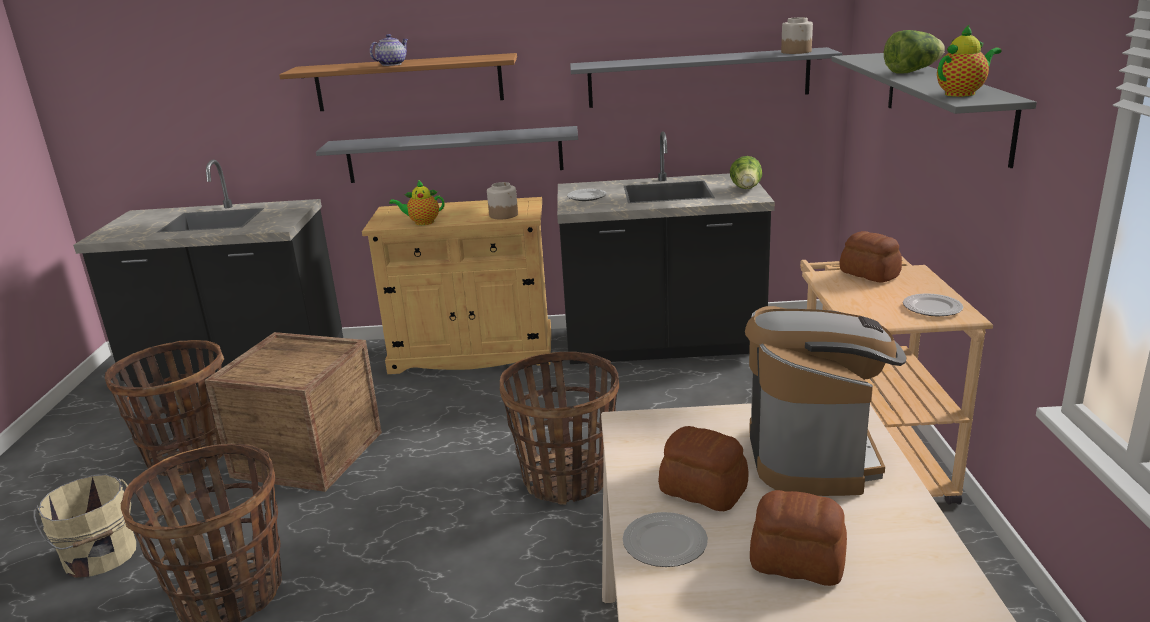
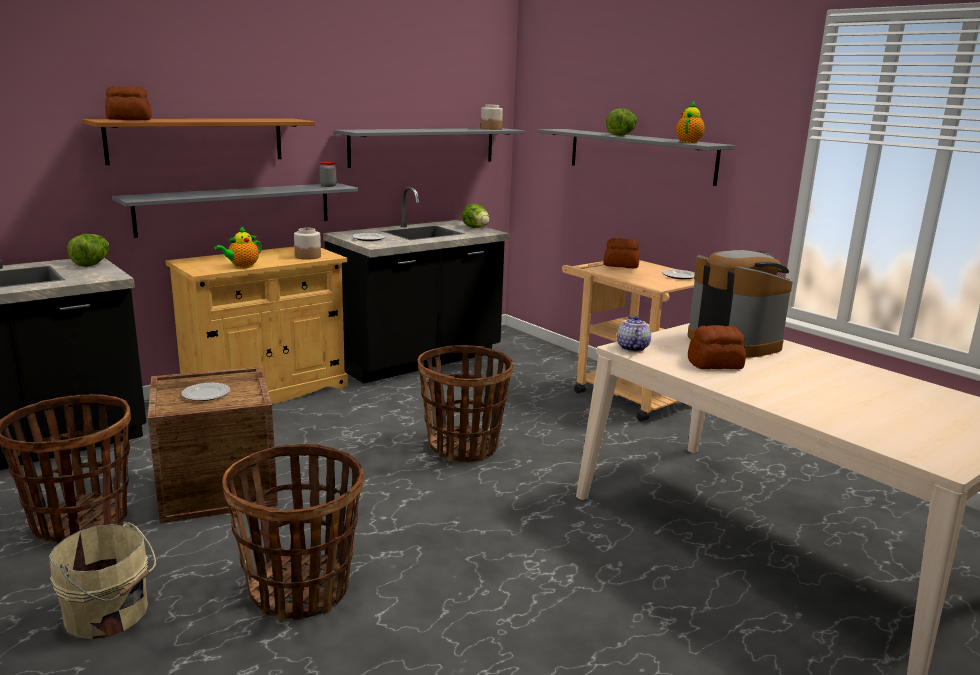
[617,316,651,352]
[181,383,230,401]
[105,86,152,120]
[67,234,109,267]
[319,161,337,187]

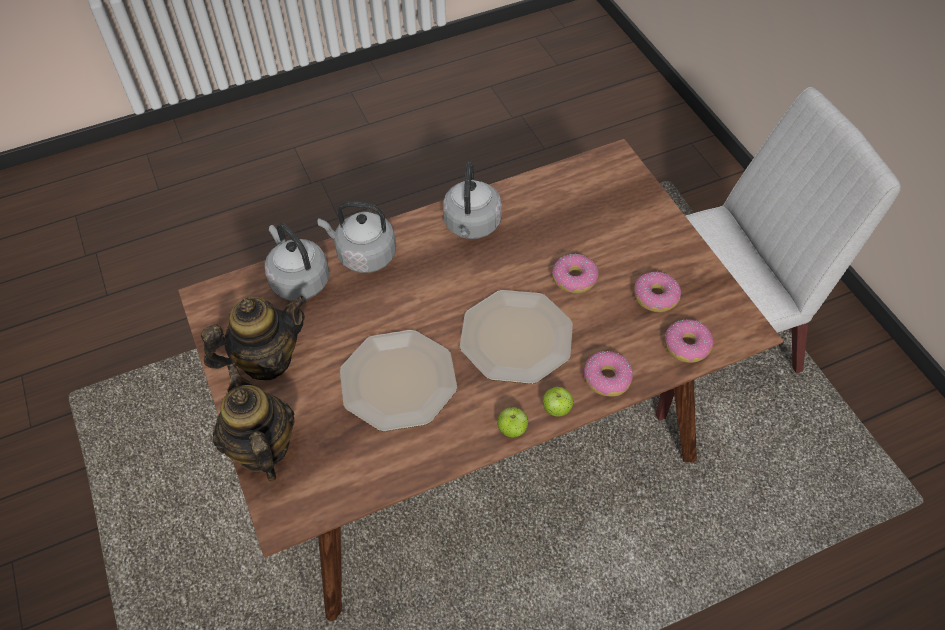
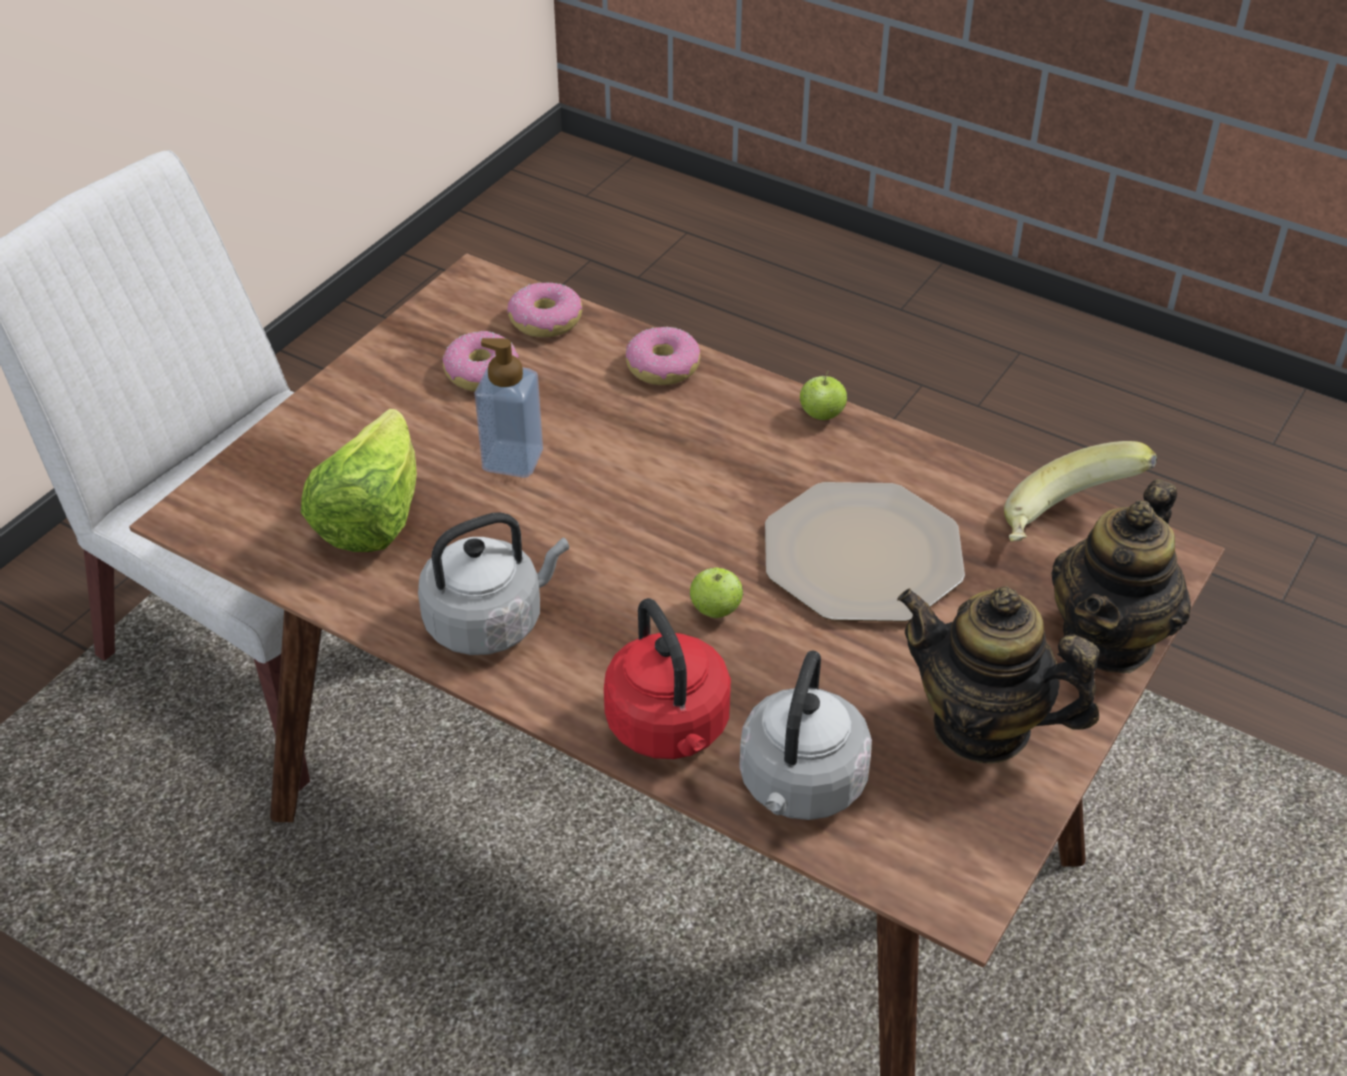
[604,598,731,759]
[460,290,573,384] (first image)
[689,567,743,618]
[475,338,543,478]
[301,409,417,552]
[1004,441,1157,542]

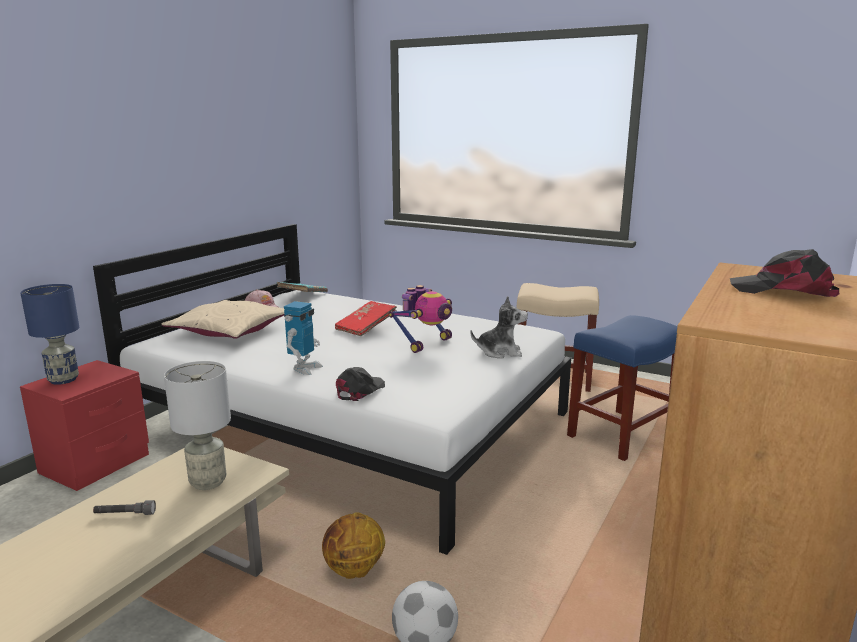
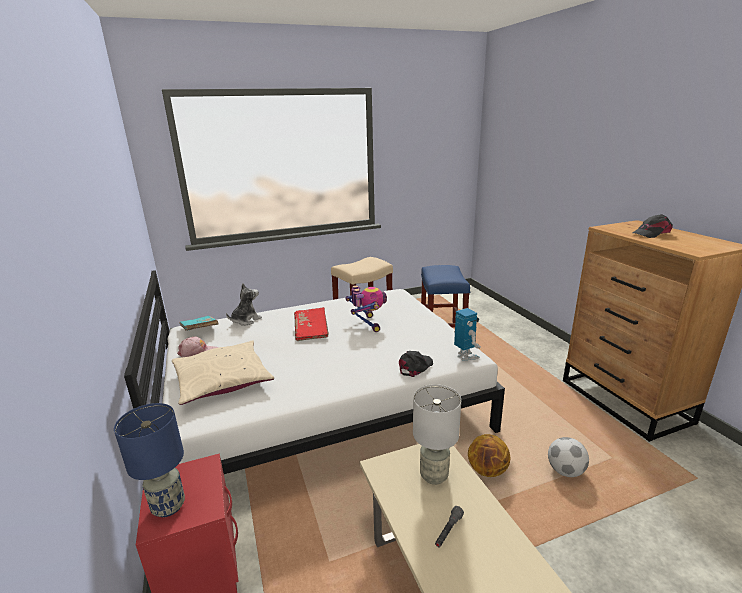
[454,308,481,360]
[399,351,433,377]
[226,283,262,326]

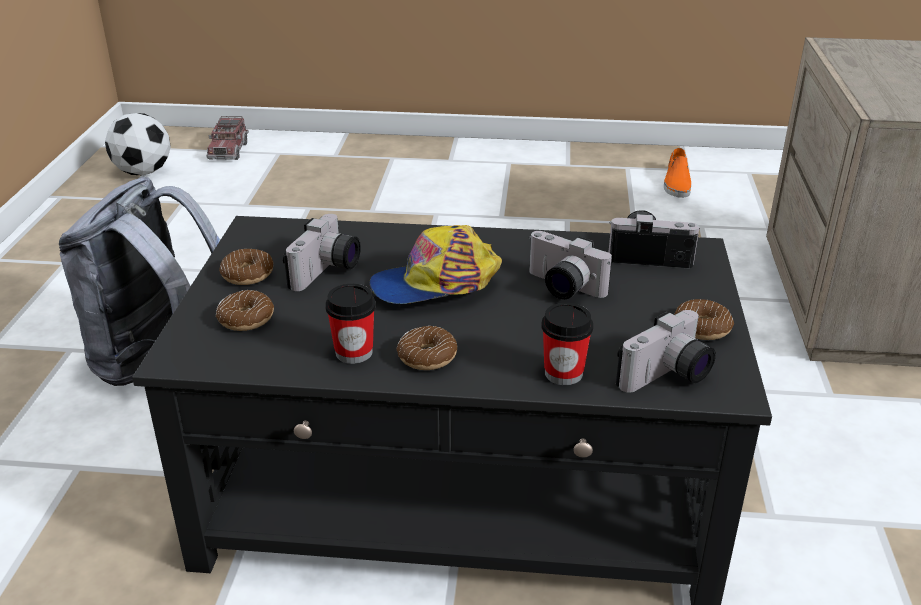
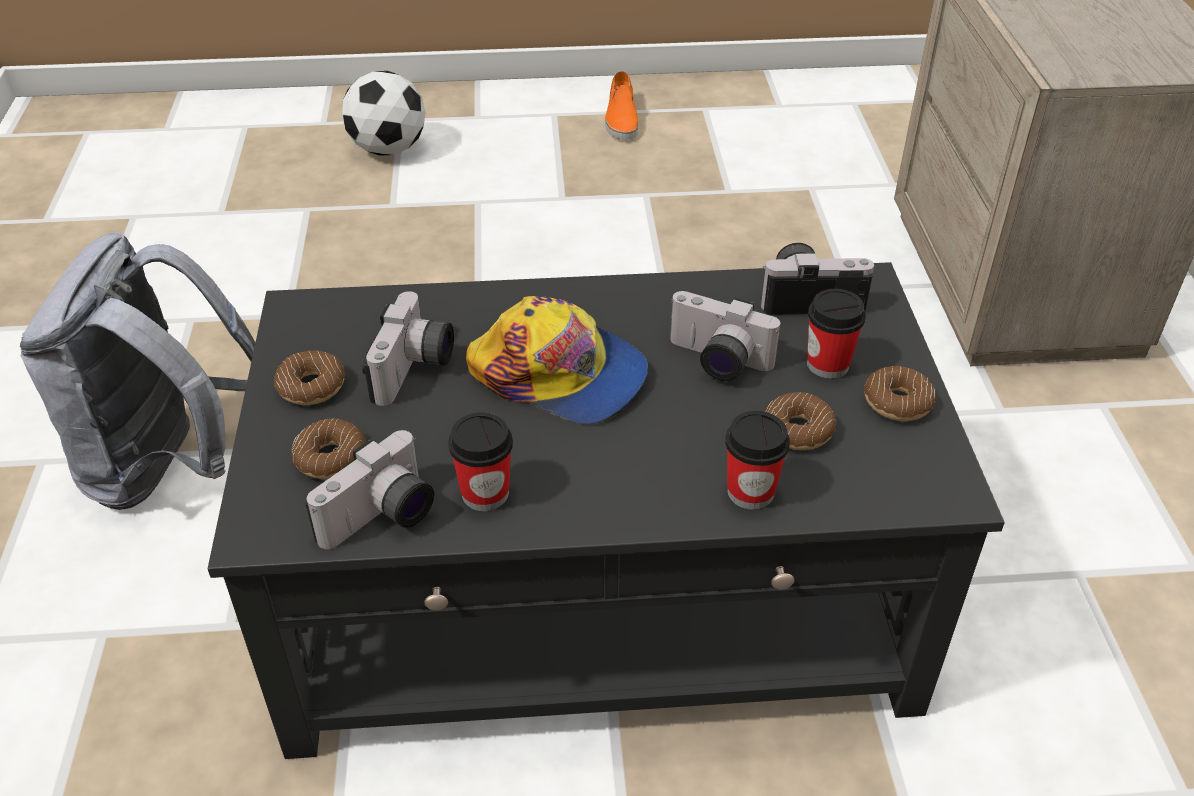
[342,71,426,156]
[206,116,249,160] (first image)
[466,296,648,425]
[764,392,836,450]
[305,430,434,549]
[605,71,638,140]
[807,289,866,379]

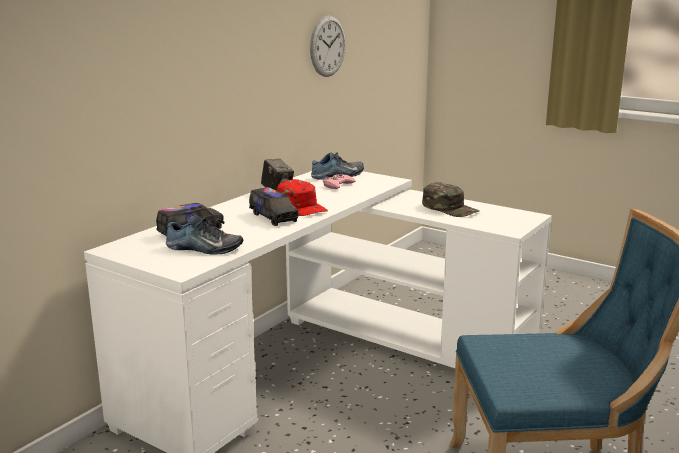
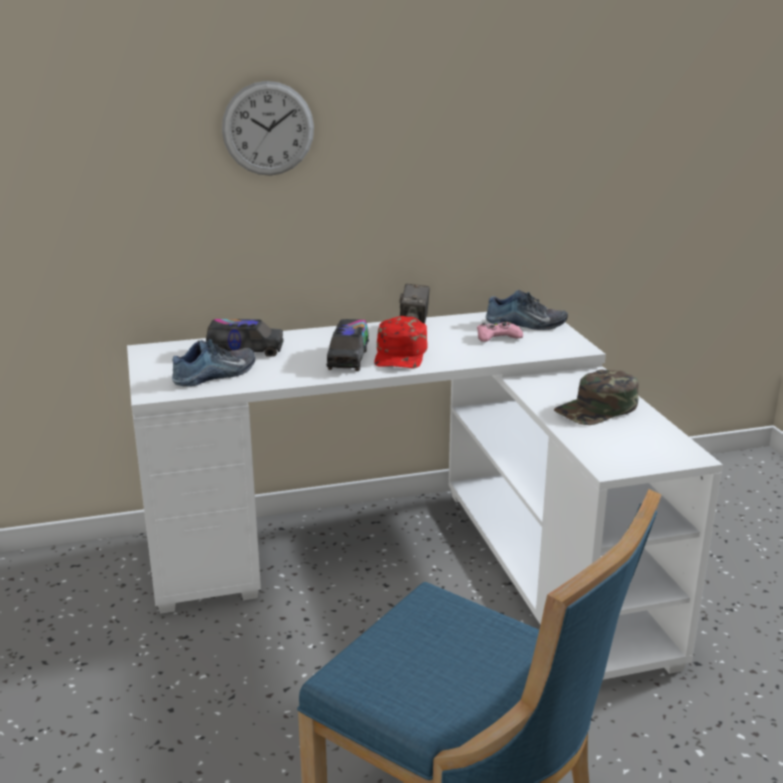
[172,339,255,387]
[222,81,314,176]
[554,370,639,425]

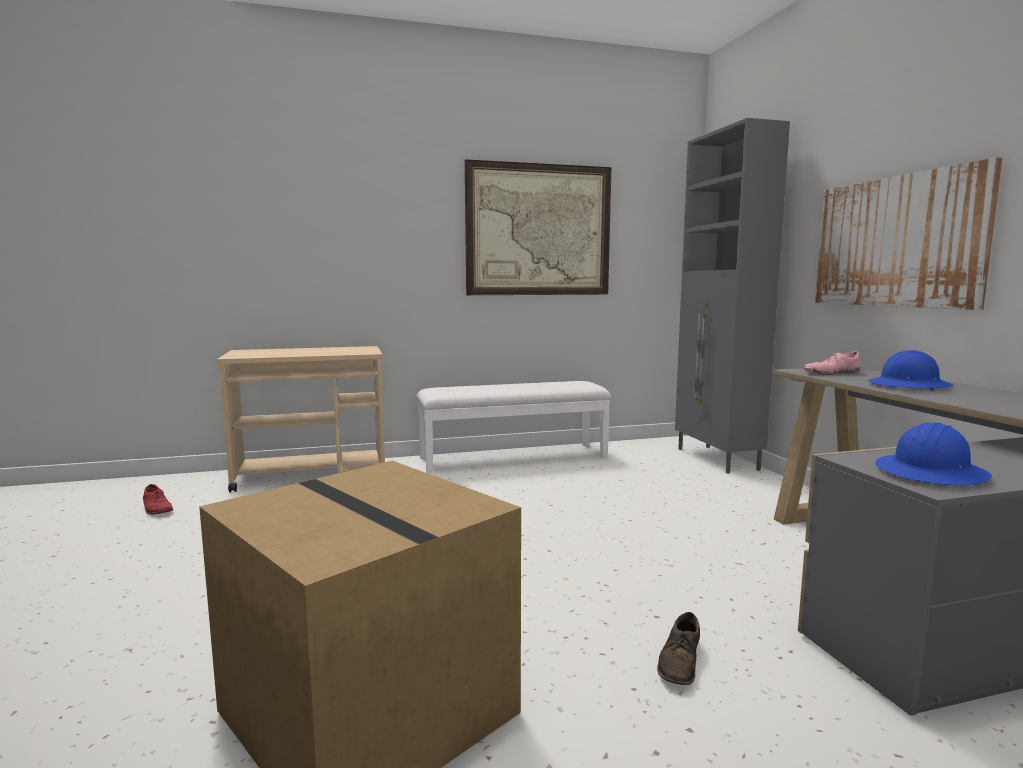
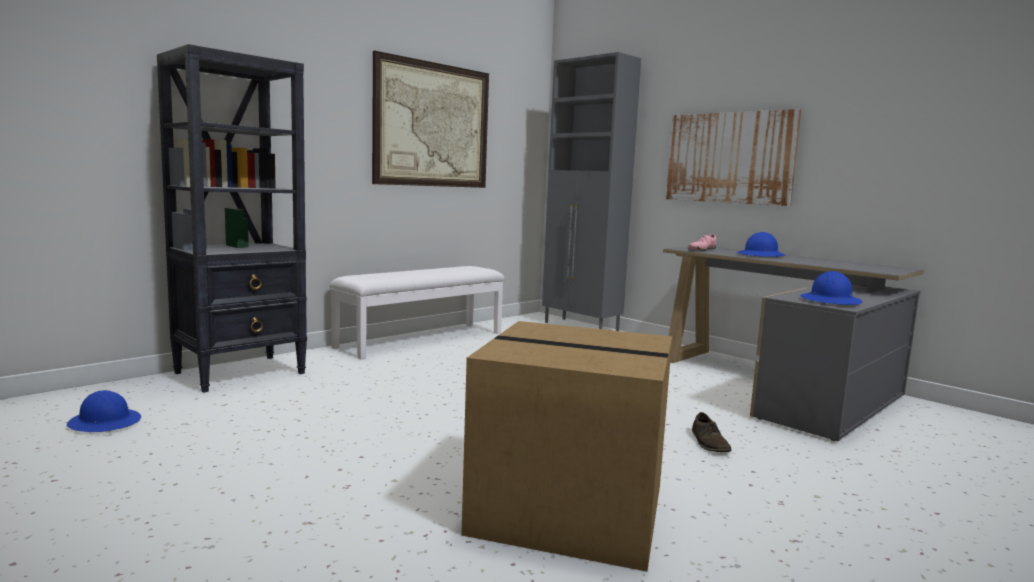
[67,390,141,432]
[157,44,307,393]

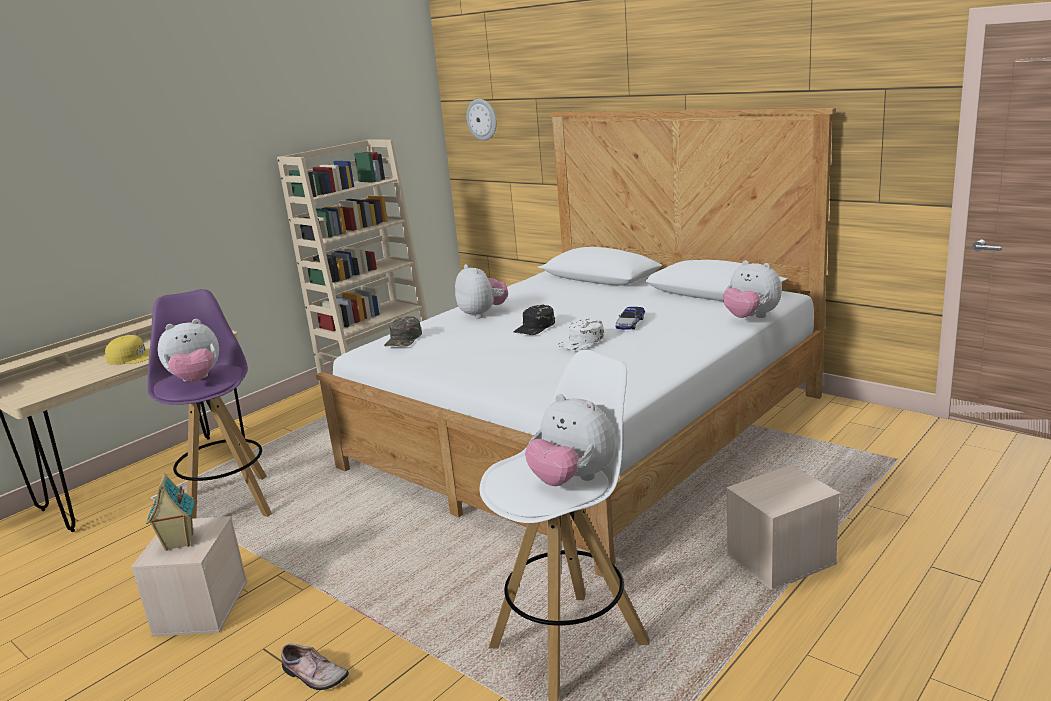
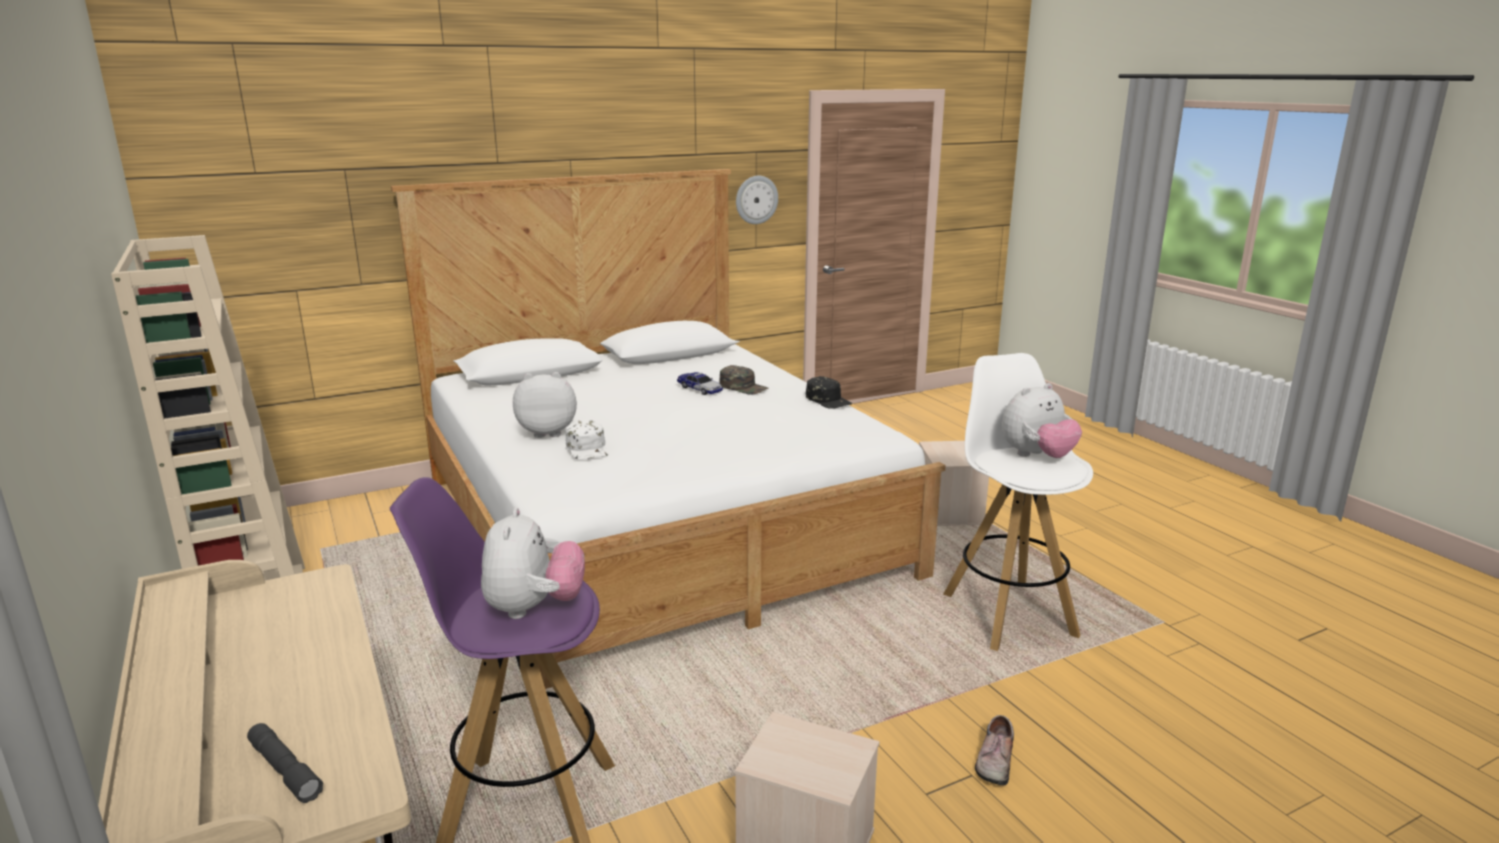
[105,335,150,365] (first image)
[146,473,195,551] (first image)
[975,715,1014,785]
[719,365,769,395]
[736,176,778,224]
[806,376,852,409]
[566,419,609,460]
[723,260,782,318] (first image)
[247,723,323,803]

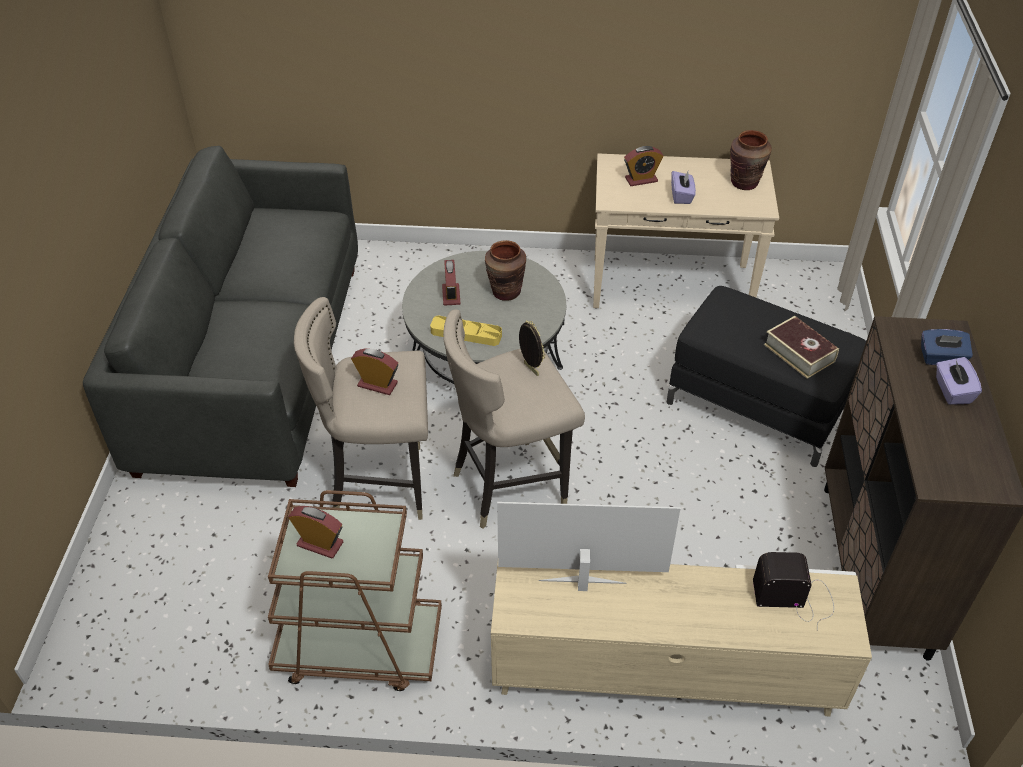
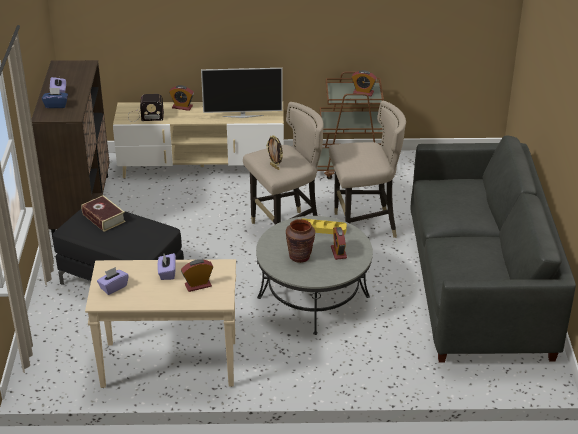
[169,85,194,111]
[97,267,129,295]

